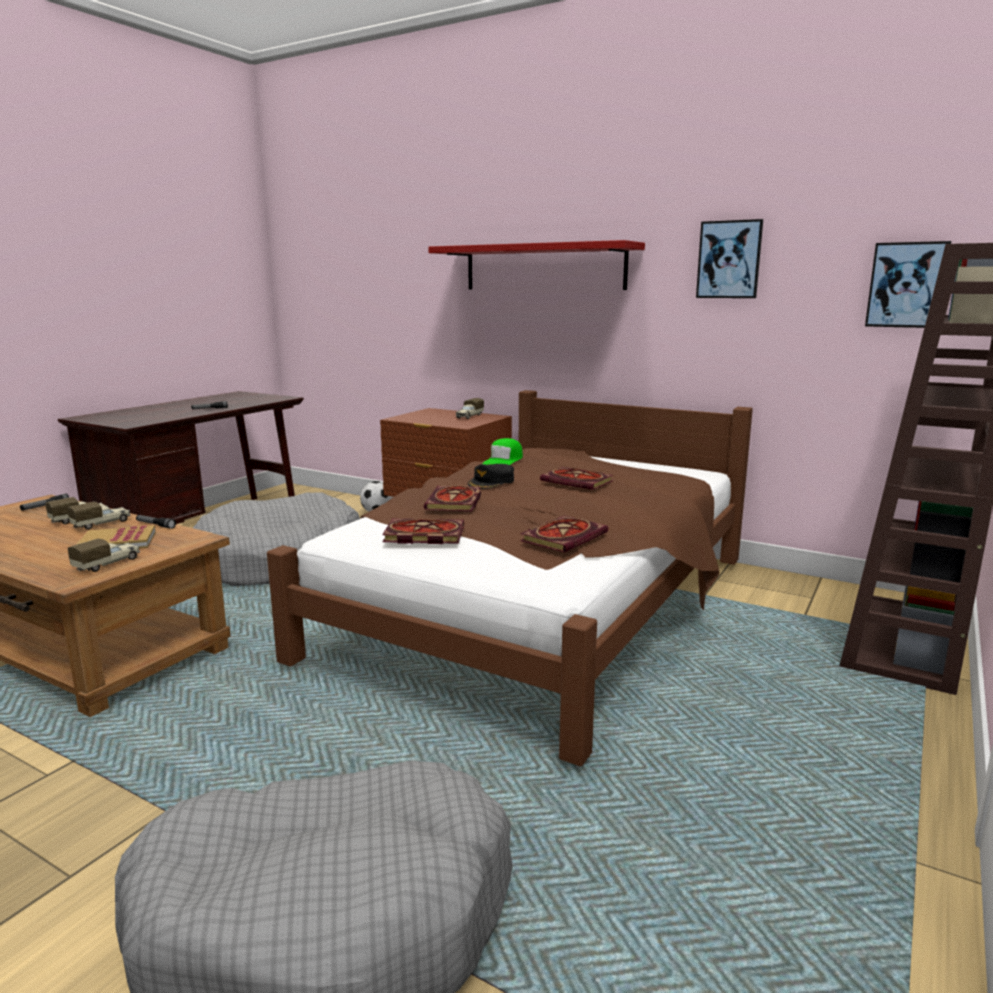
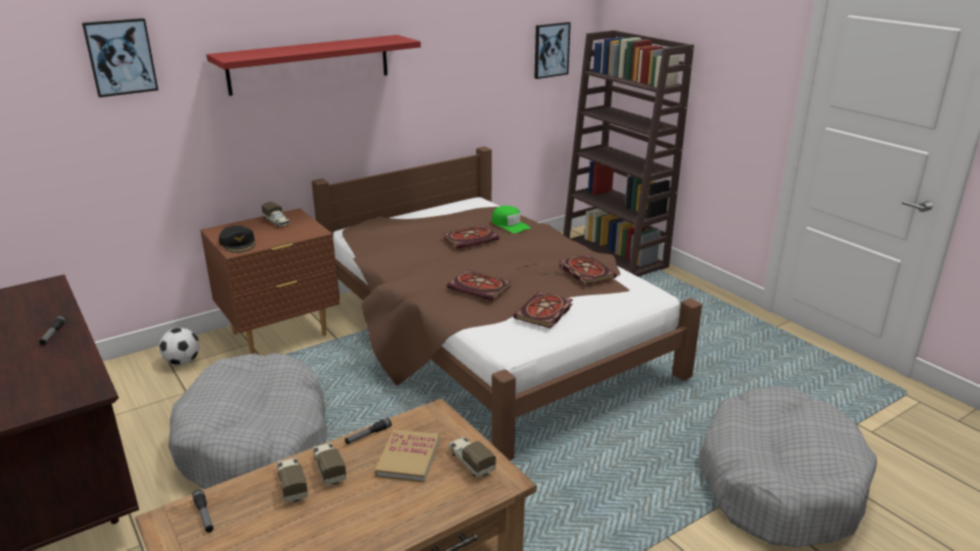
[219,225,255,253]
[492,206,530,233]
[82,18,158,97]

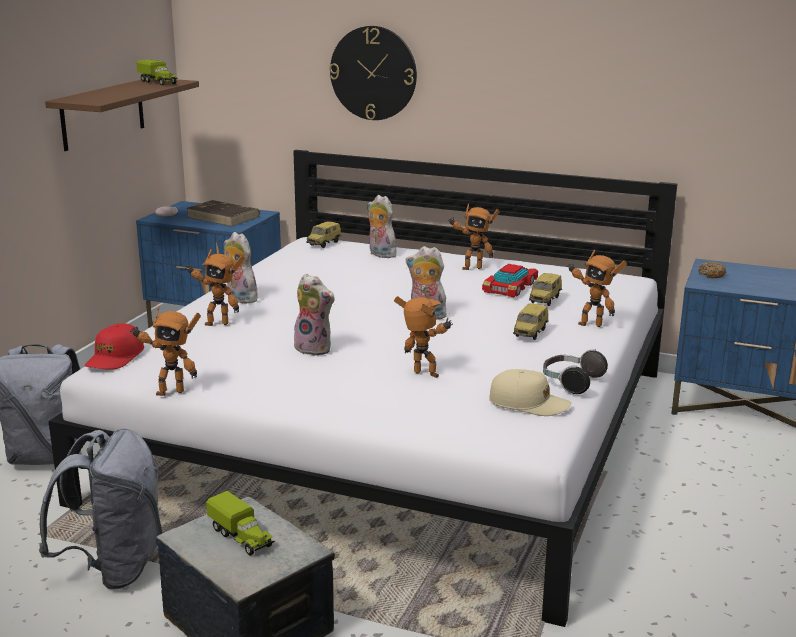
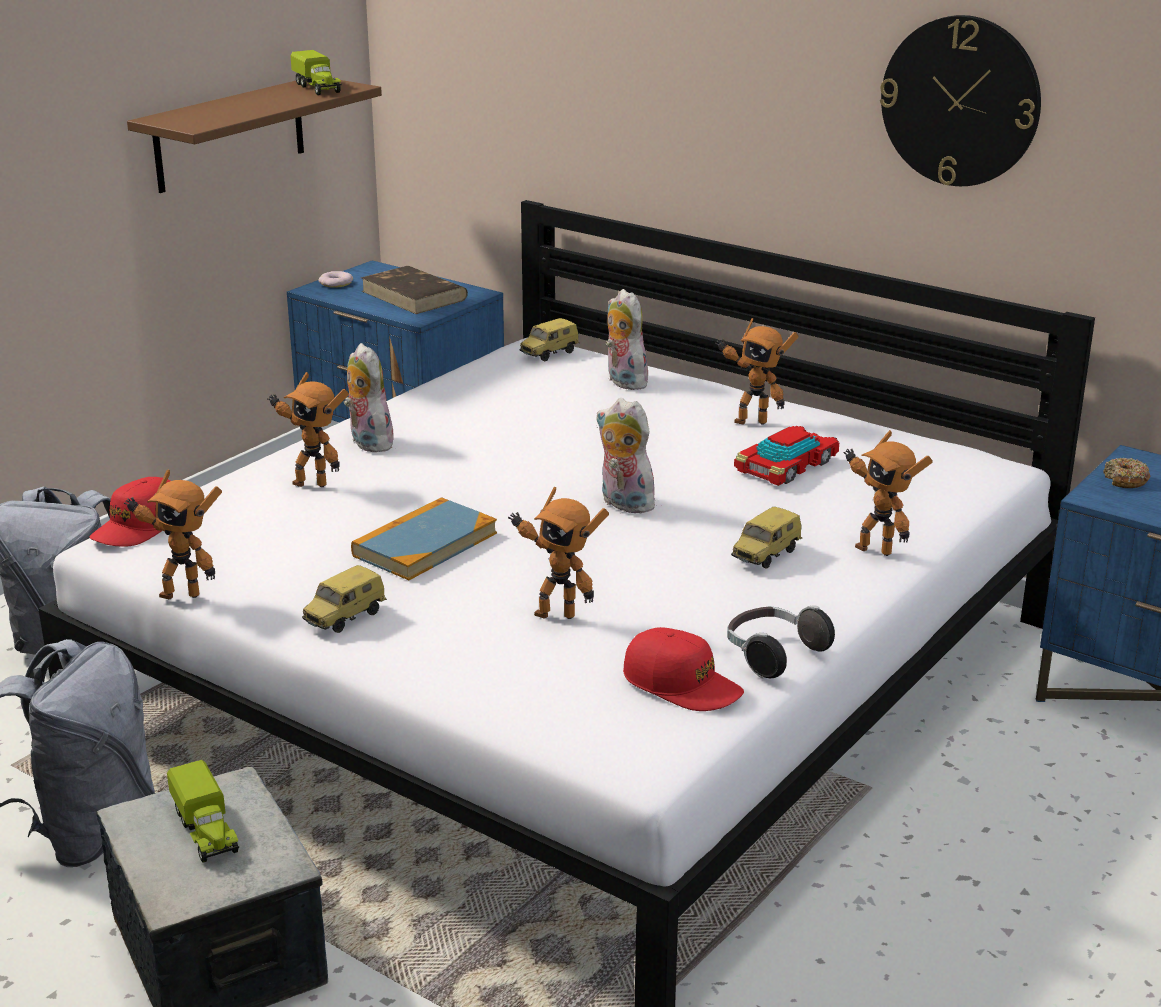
[351,497,497,580]
[880,15,1041,186]
[508,486,609,619]
[623,627,744,711]
[302,565,387,633]

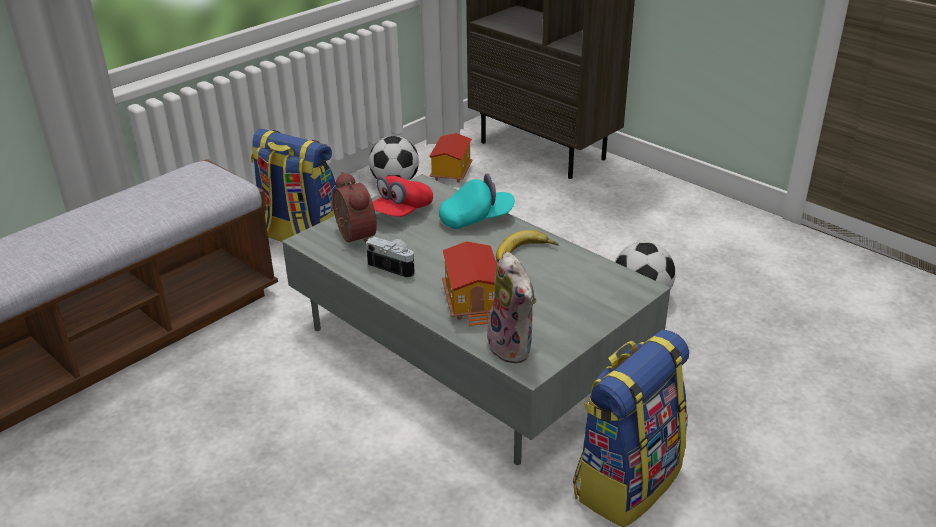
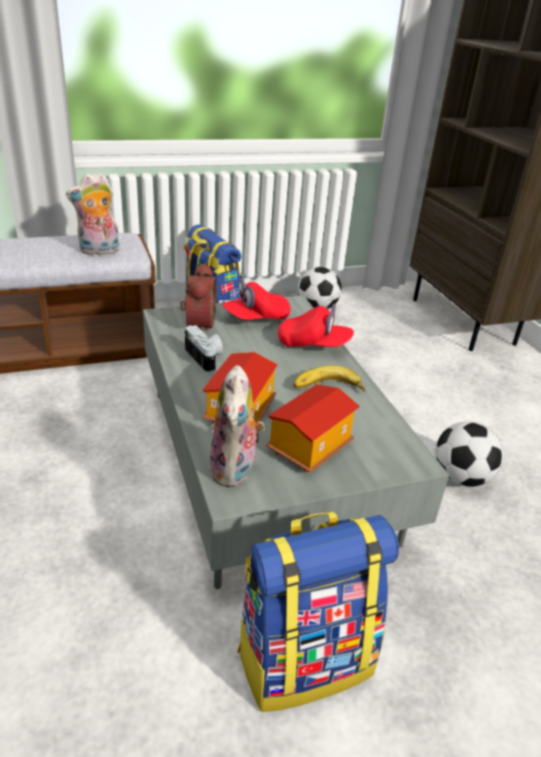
[266,384,360,473]
[278,304,354,347]
[66,173,120,255]

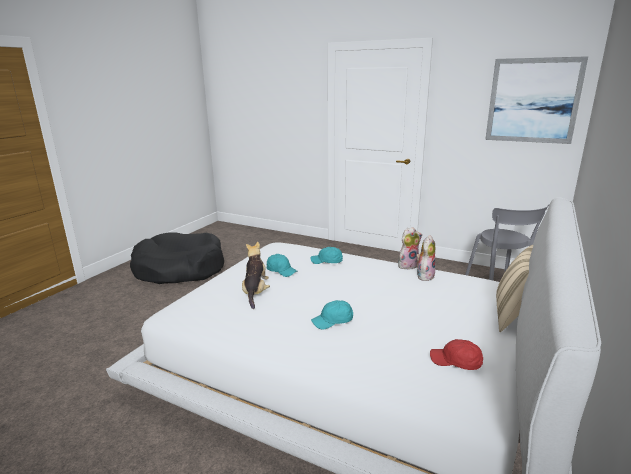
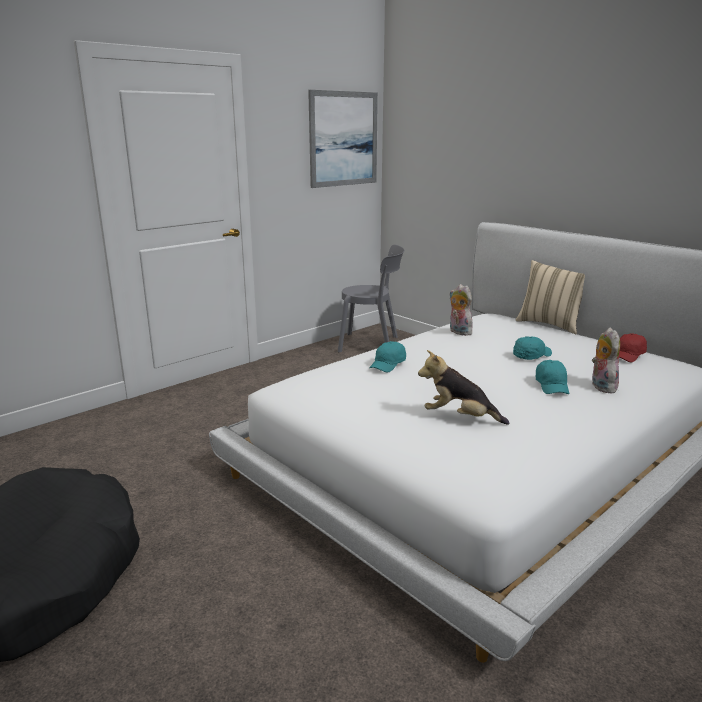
[513,336,552,360]
[592,327,620,393]

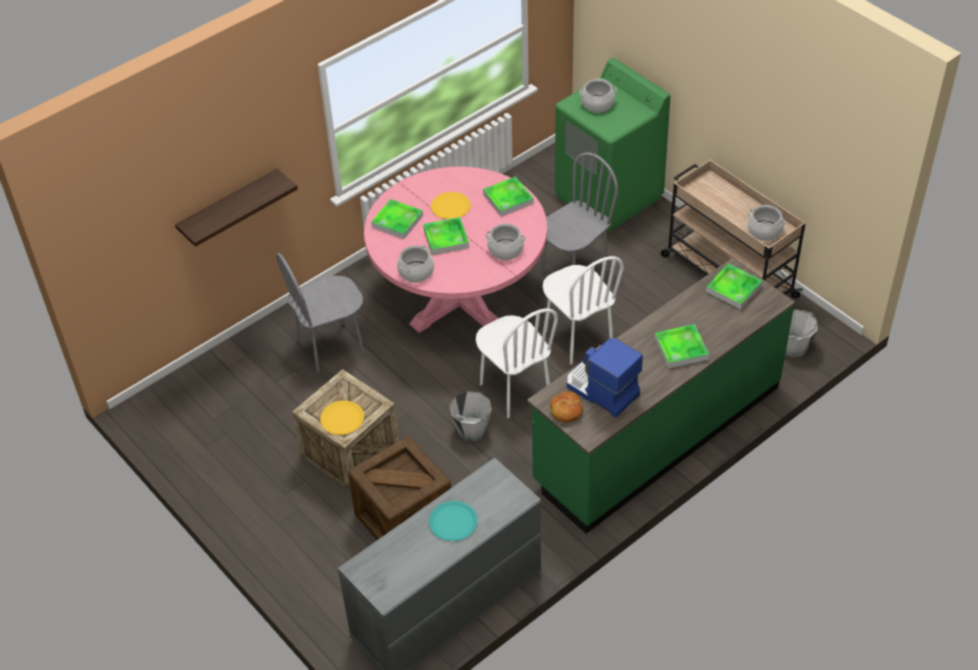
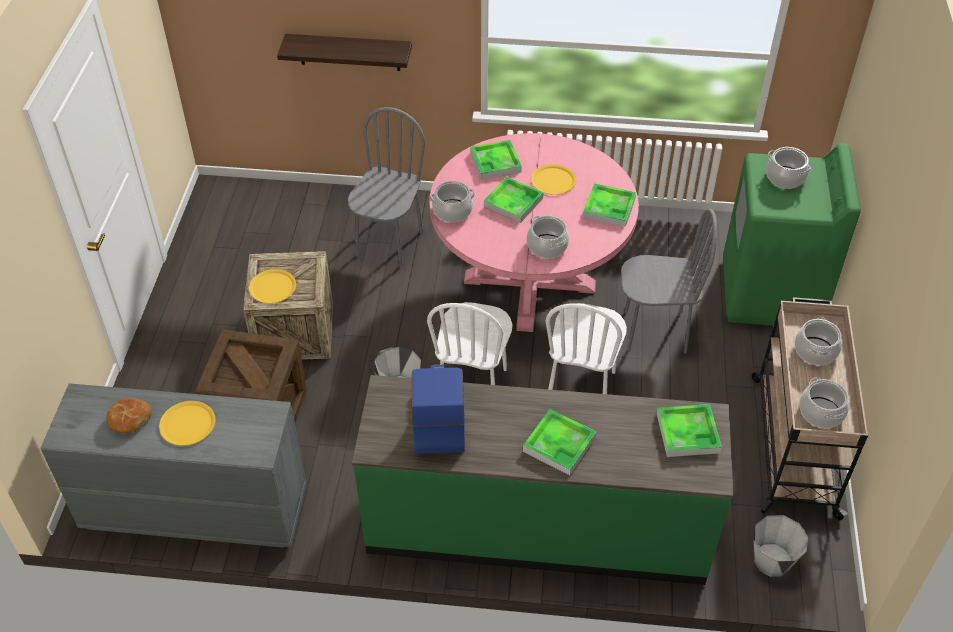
[348,107,425,268]
[159,401,215,446]
[106,398,152,433]
[795,317,842,365]

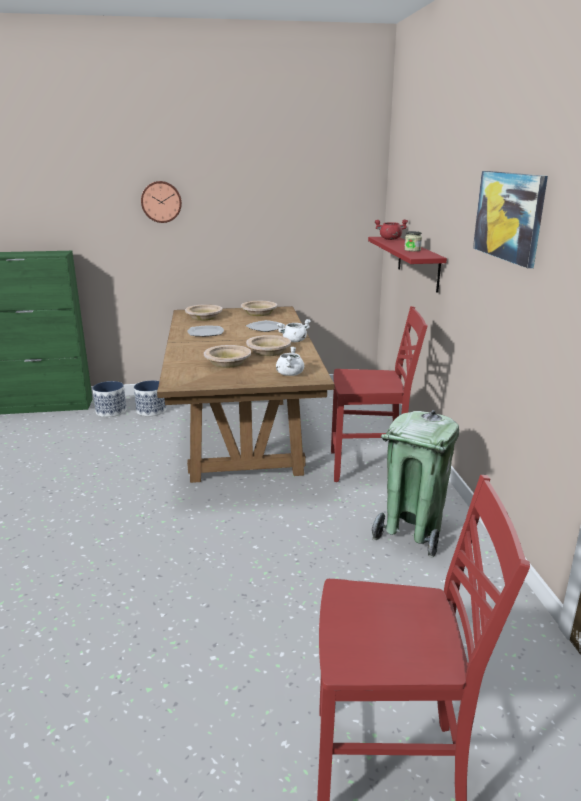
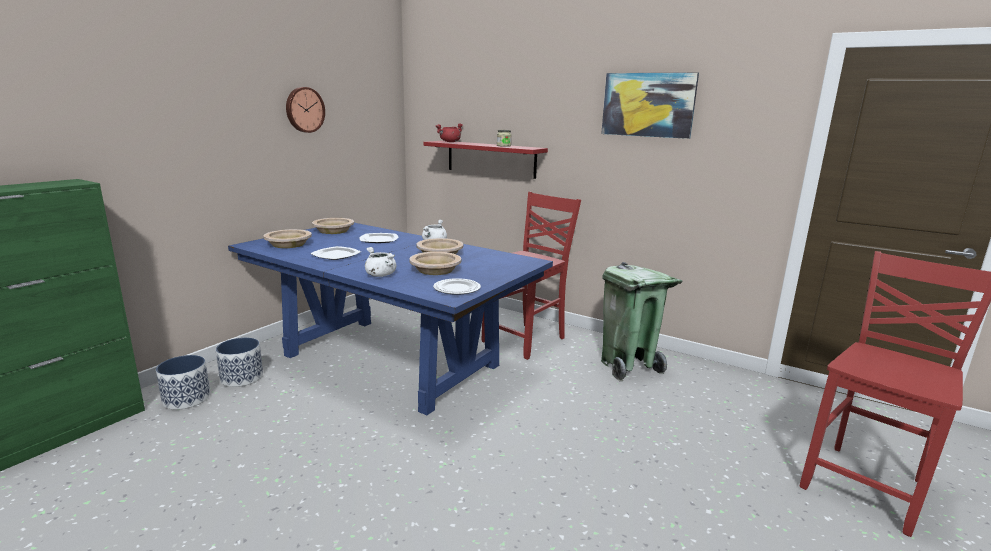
[286,87,325,133]
[228,223,553,415]
[365,247,396,277]
[433,278,481,295]

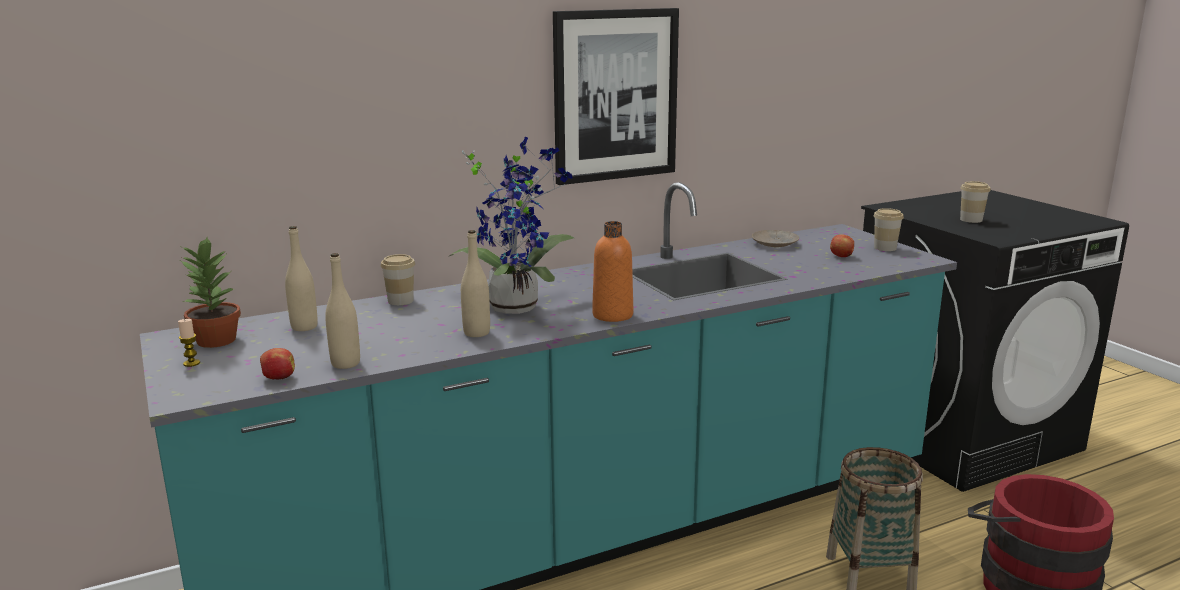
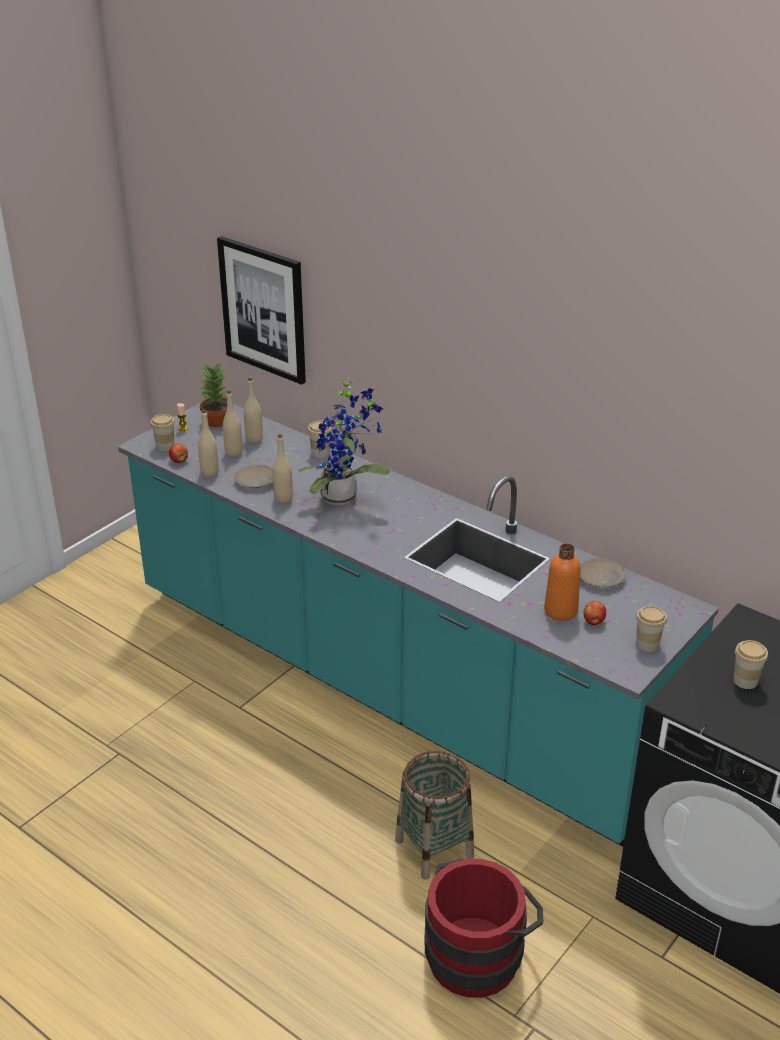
[217,236,306,385]
[544,543,581,621]
[150,414,175,451]
[223,391,242,456]
[234,464,273,488]

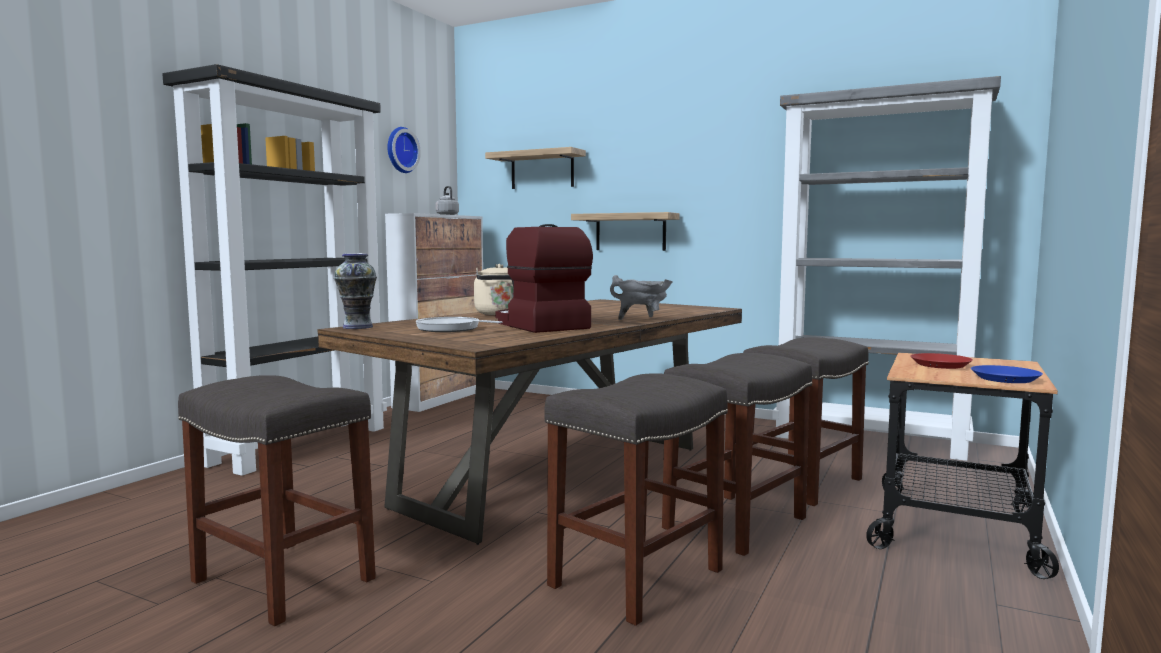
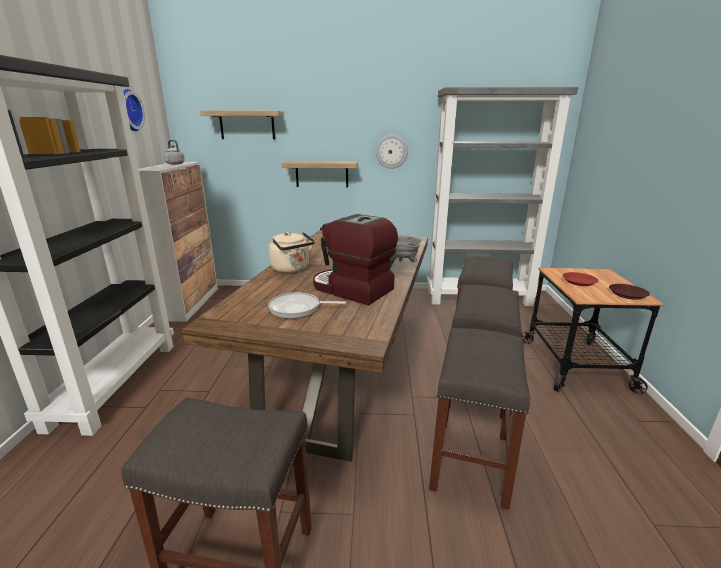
[334,253,377,329] (first image)
[609,284,650,300]
[375,135,408,169]

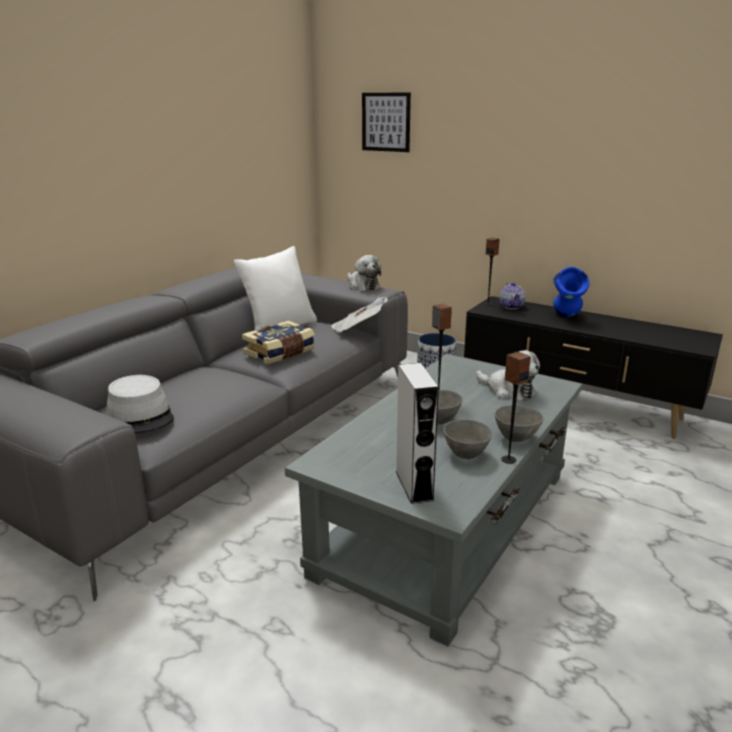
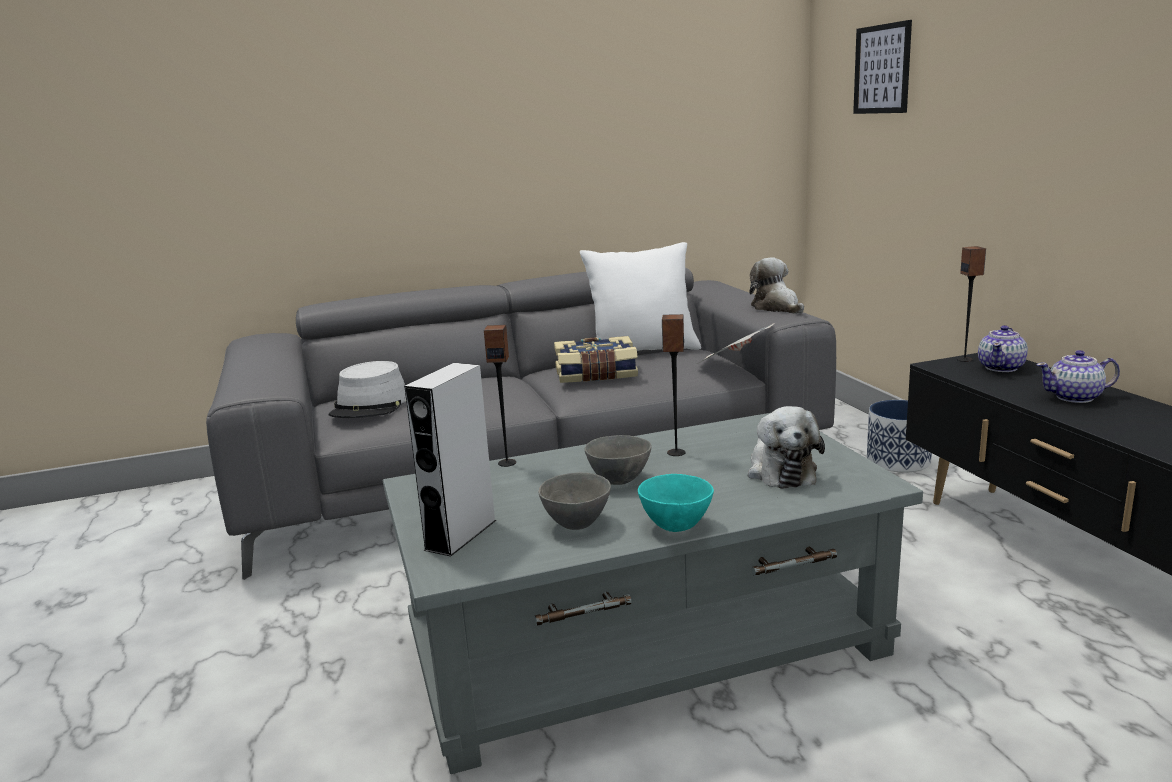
[750,257,804,314]
[638,474,714,532]
[484,325,516,467]
[1037,350,1120,403]

